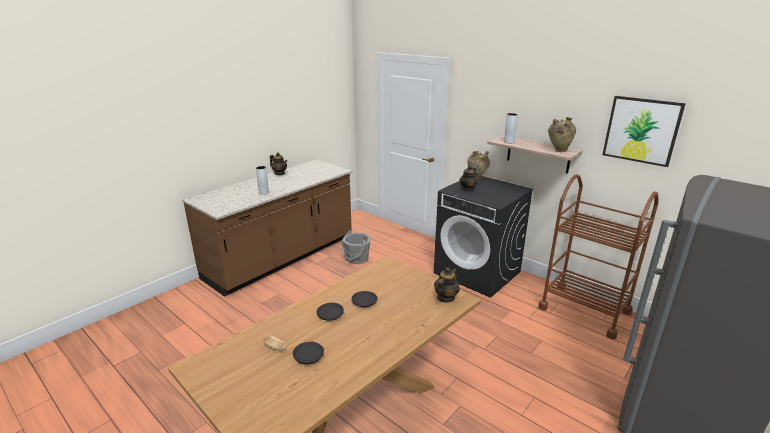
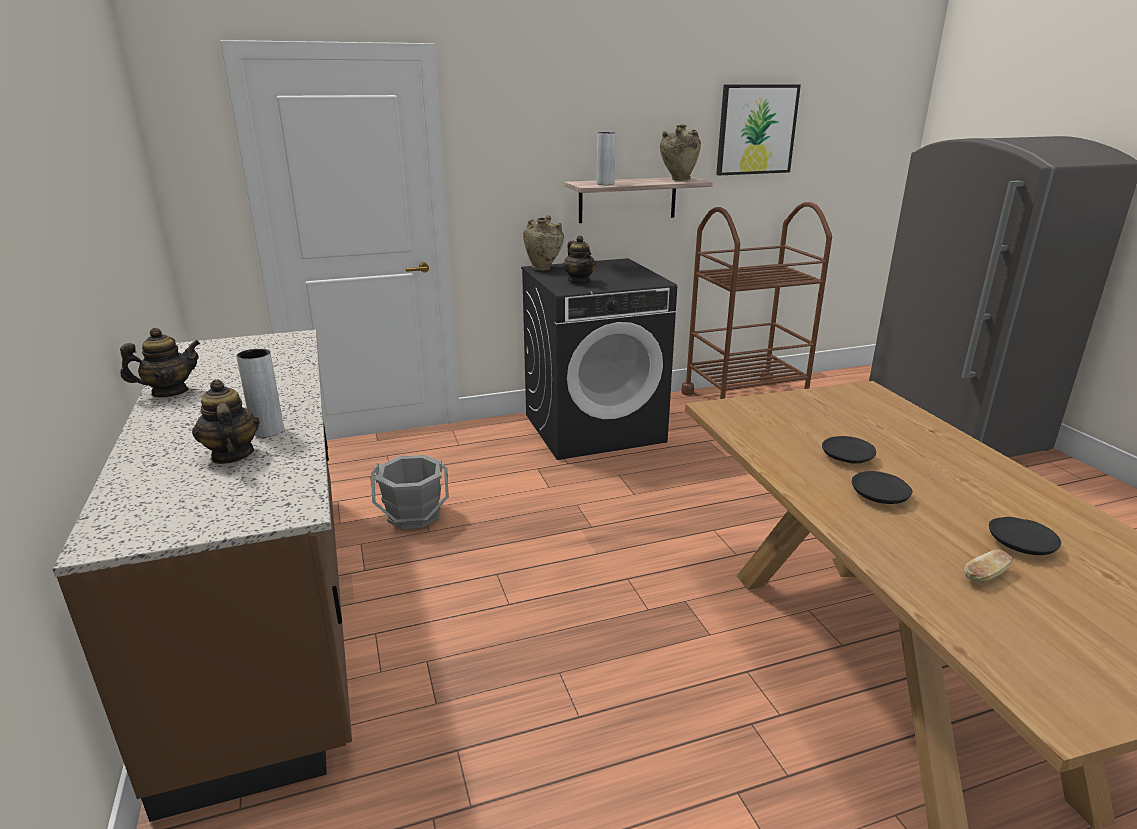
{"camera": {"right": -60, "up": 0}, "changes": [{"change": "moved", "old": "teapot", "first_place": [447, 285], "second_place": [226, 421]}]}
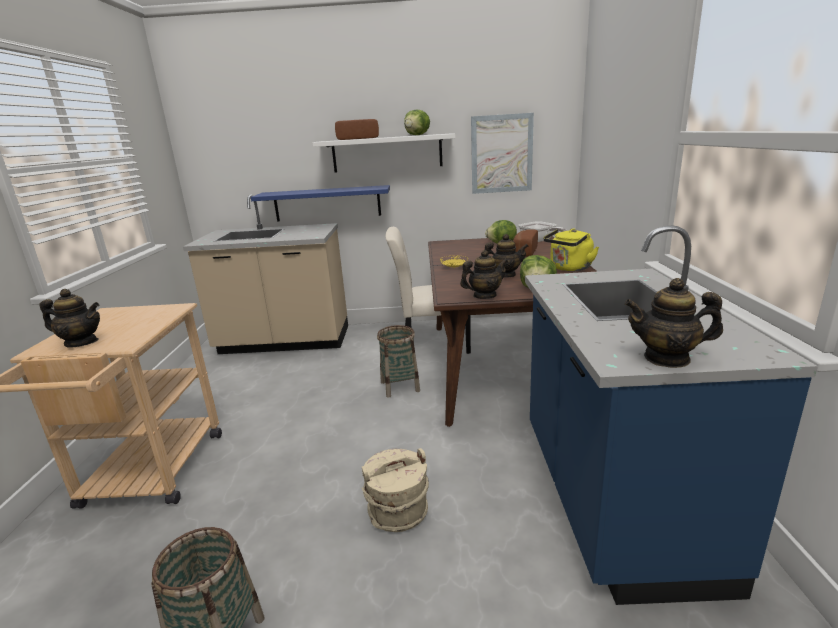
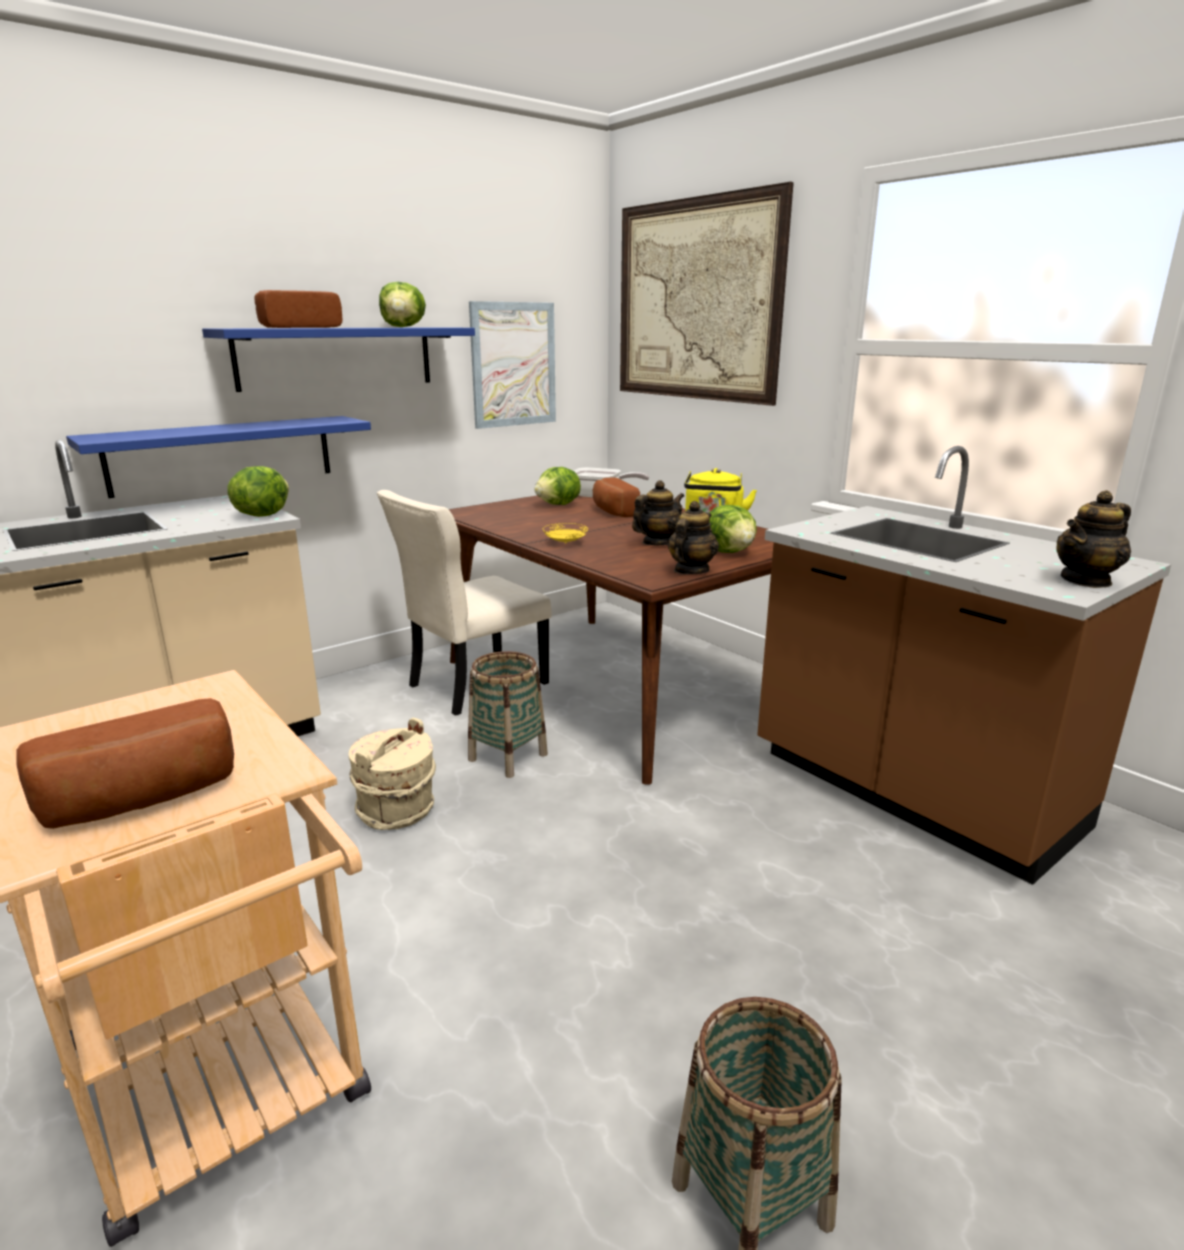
{"camera": {"right": -40, "up": 0}, "changes": [{"change": "replaced", "old": "teapot", "new": "bread", "first_place": [70, 318], "second_place": [125, 763]}, {"change": "recoloured", "old": "whitish wall shelf", "new": "blue-coloured wall shelf", "first_place": [384, 152], "second_place": [338, 359]}, {"change": "added", "new": "lettuce head", "second_place": [258, 491]}, {"change": "moved", "old": "beige-coloured water bucket", "first_place": [395, 490], "second_place": [392, 773]}, {"change": "added", "new": "wall picture", "second_place": [707, 294]}, {"change": "recoloured", "old": "blue-coloured counter", "new": "brown counter", "first_place": [671, 415], "second_place": [964, 665]}]}
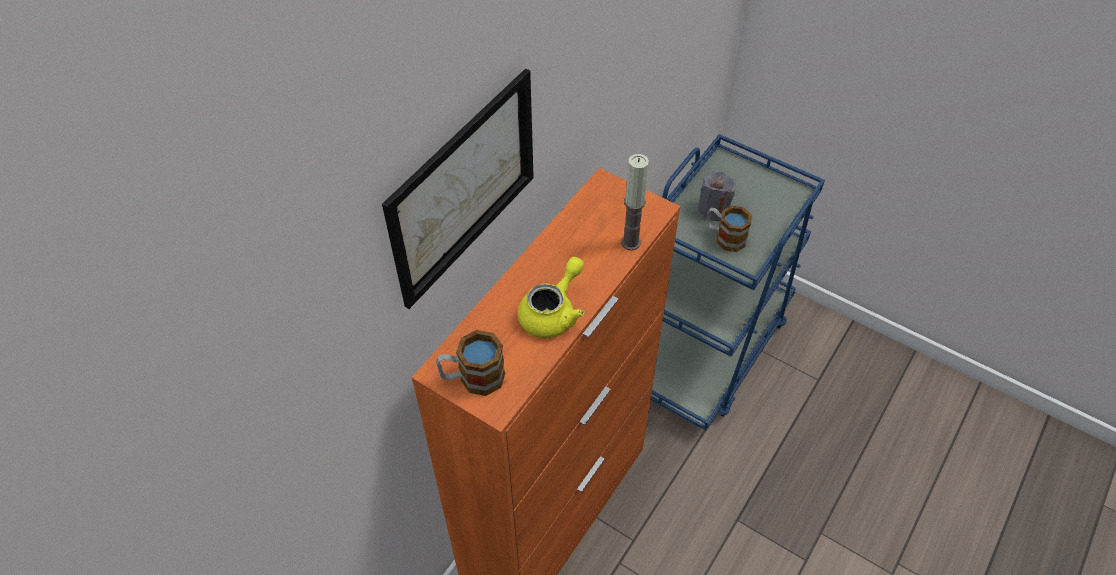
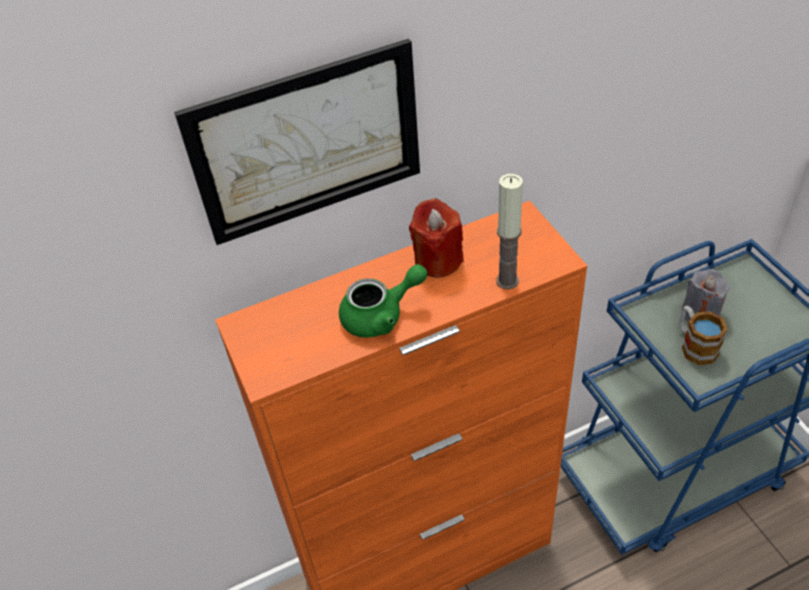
{"camera": {"right": 35, "up": -5}, "changes": [{"change": "recoloured", "old": "yellowish teapot", "new": "greenish teapot", "first_place": [551, 297], "second_place": [383, 301]}, {"change": "added", "new": "red candle", "second_place": [436, 238]}, {"change": "removed", "old": "mug", "first_place": [470, 363]}]}
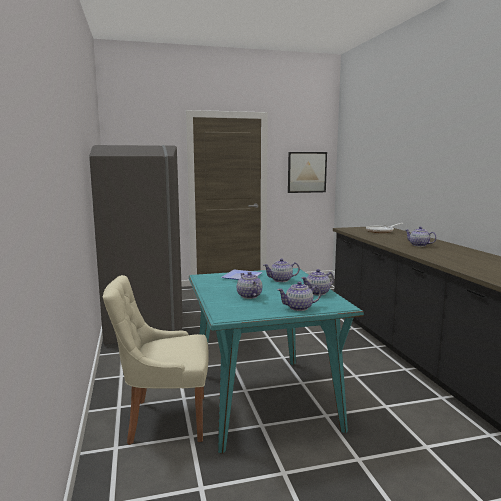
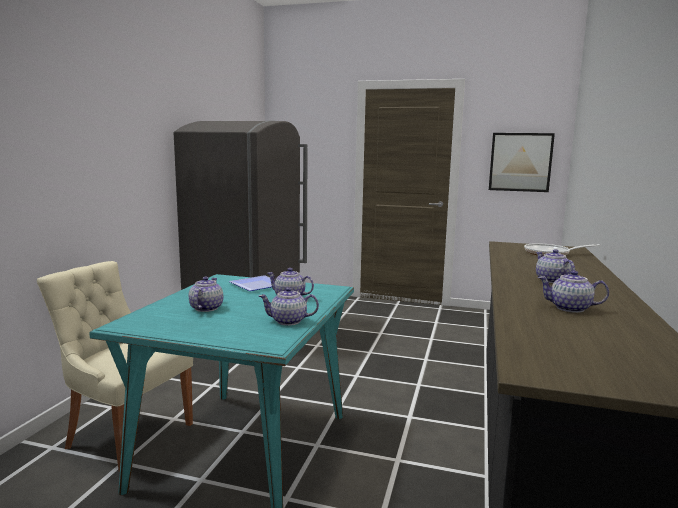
{"camera": {"right": 30, "up": 0}, "changes": [{"change": "moved", "old": "teapot", "first_place": [299, 296], "second_place": [573, 292]}]}
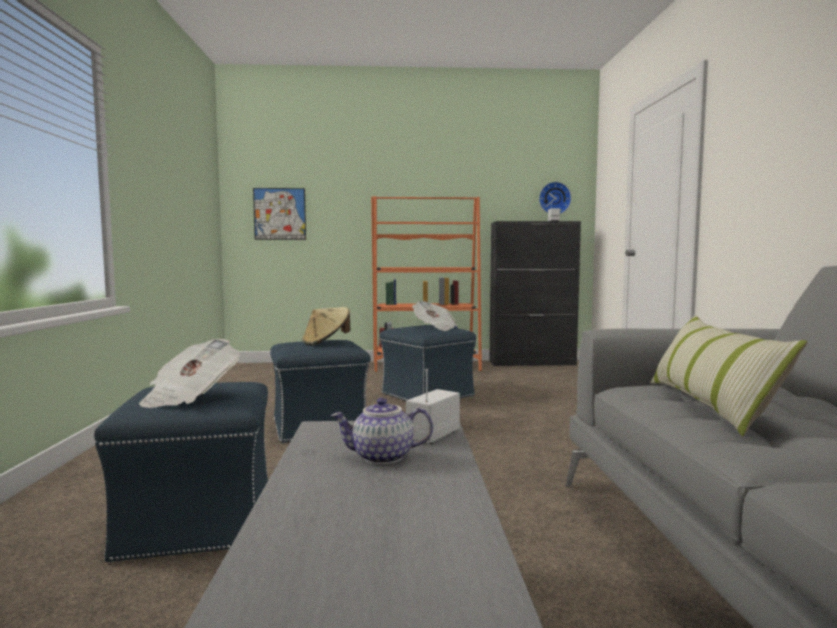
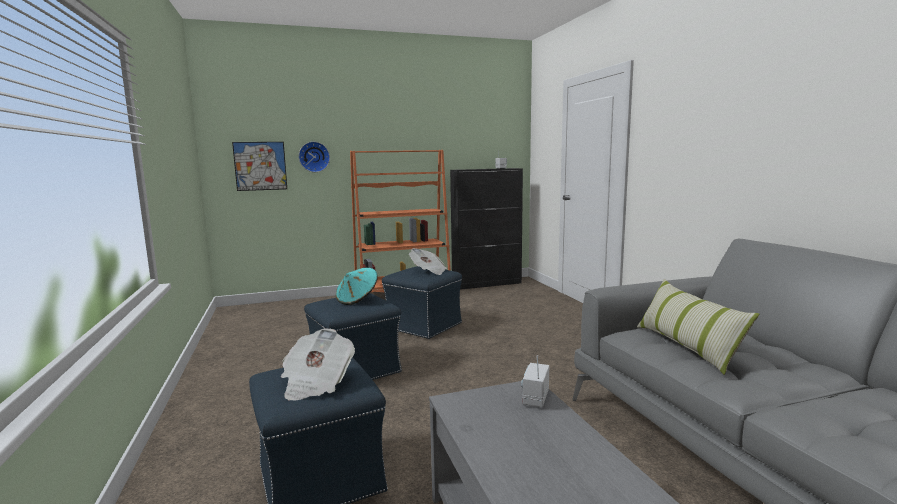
{"camera": {"right": -15, "up": 5}, "changes": [{"change": "moved", "old": "hanging clock", "first_place": [555, 198], "second_place": [314, 156]}, {"change": "recoloured", "old": "beige-coloured hat", "new": "turquoise-coloured hat", "first_place": [326, 326], "second_place": [357, 286]}, {"change": "removed", "old": "teapot", "first_place": [382, 431]}]}
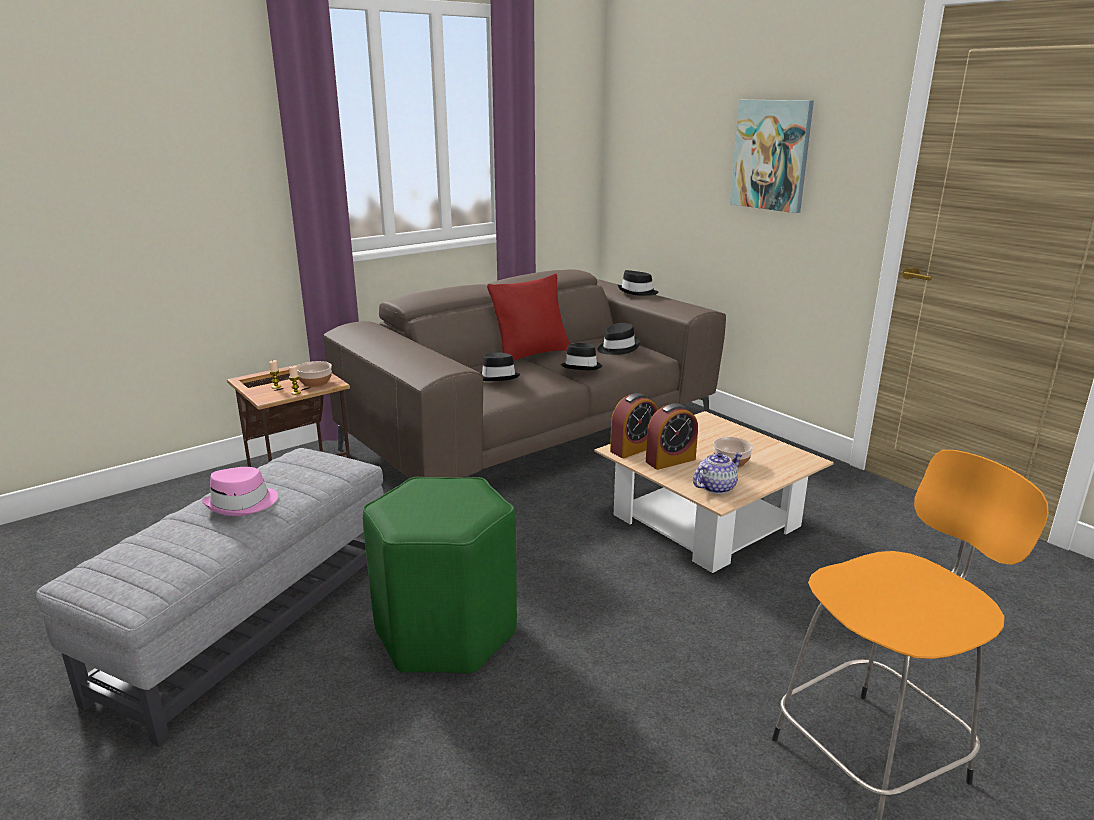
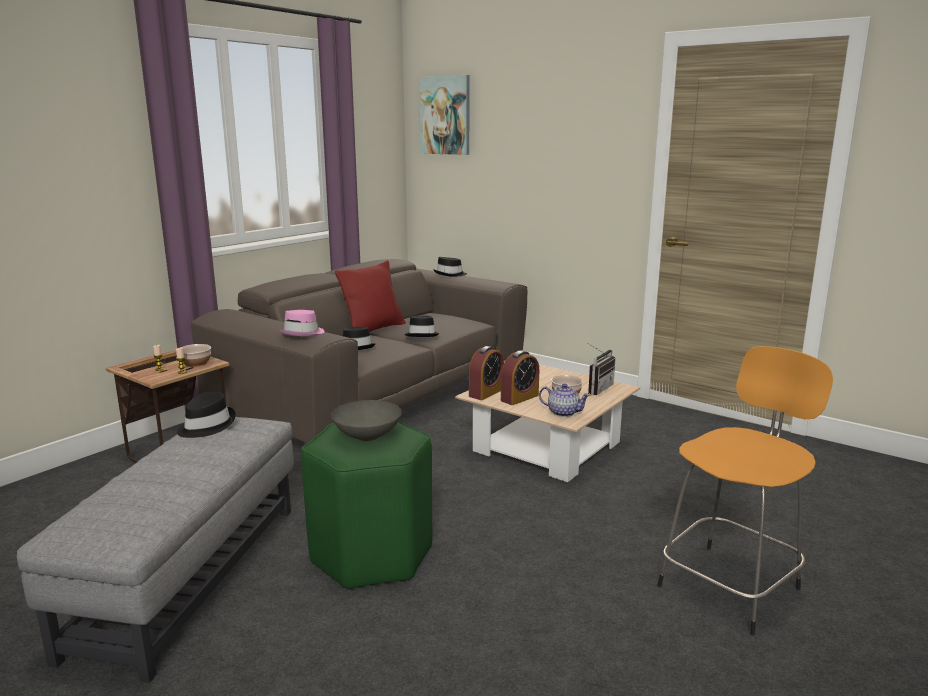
{"camera": {"right": -15, "up": -5}, "changes": [{"change": "moved", "old": "black hat", "first_place": [618, 339], "second_place": [206, 415]}, {"change": "moved", "old": "pinkish hat", "first_place": [240, 491], "second_place": [302, 323]}, {"change": "added", "new": "greyish serving bowl", "second_place": [366, 421]}, {"change": "moved", "old": "wall picture", "first_place": [772, 156], "second_place": [444, 115]}, {"change": "turned", "old": "teapot", "first_place": [718, 473], "second_place": [564, 400], "degrees": 75}, {"change": "added", "new": "radio", "second_place": [602, 369]}]}
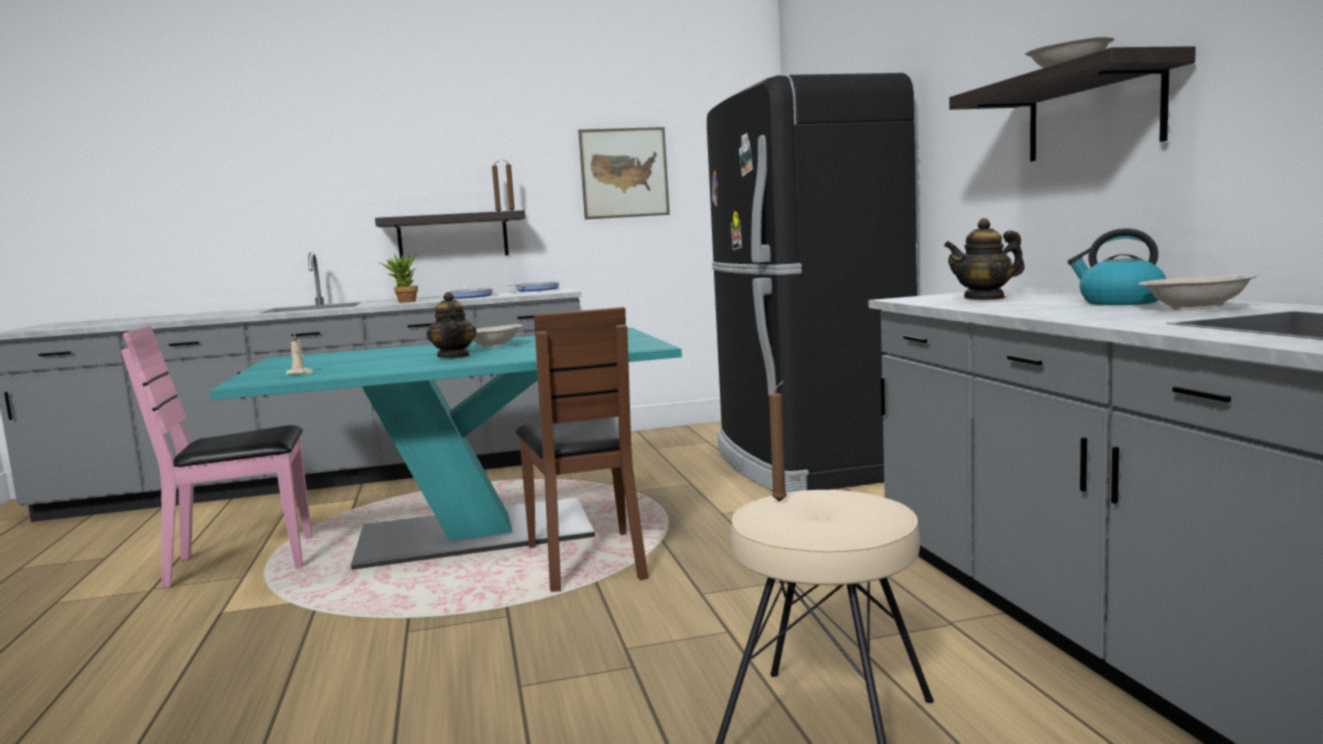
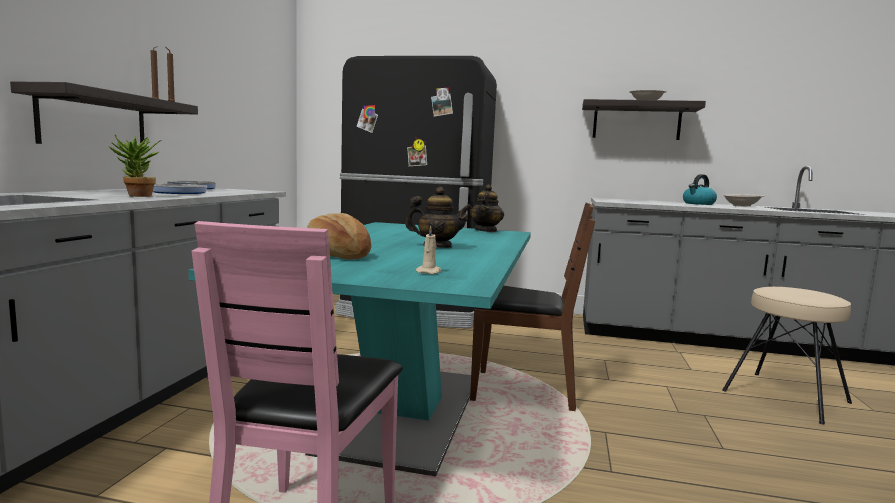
{"camera": {"right": -65, "up": 0}, "changes": [{"change": "added", "new": "bread", "second_place": [339, 236]}, {"change": "moved", "old": "teapot", "first_place": [984, 259], "second_place": [487, 208]}, {"change": "removed", "old": "beige-coloured serving bowl", "first_place": [498, 335]}, {"change": "removed", "old": "wall picture", "first_place": [624, 173]}, {"change": "removed", "old": "brown candle", "first_place": [778, 441]}]}
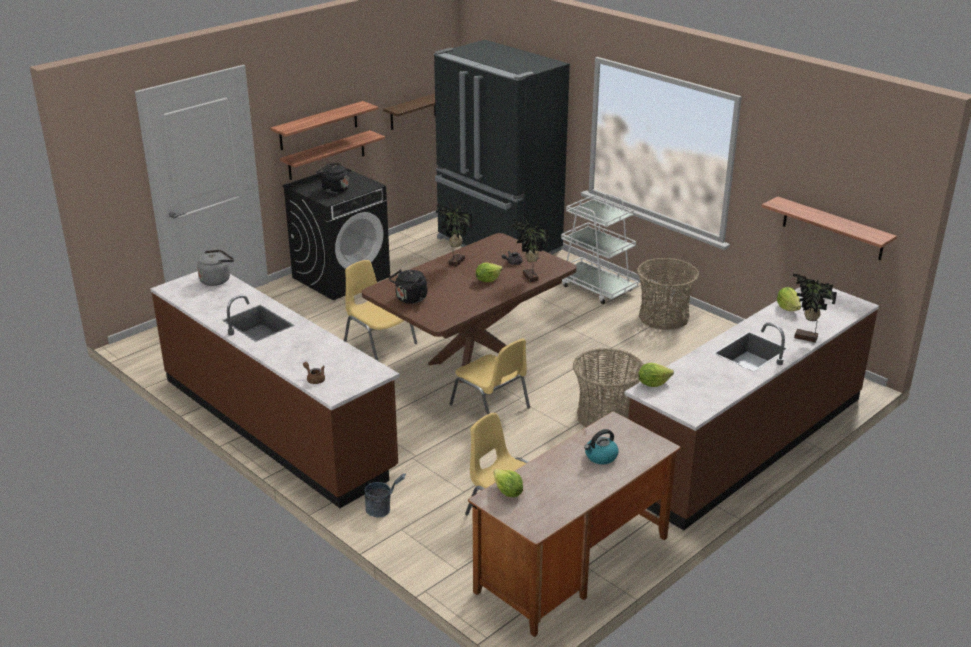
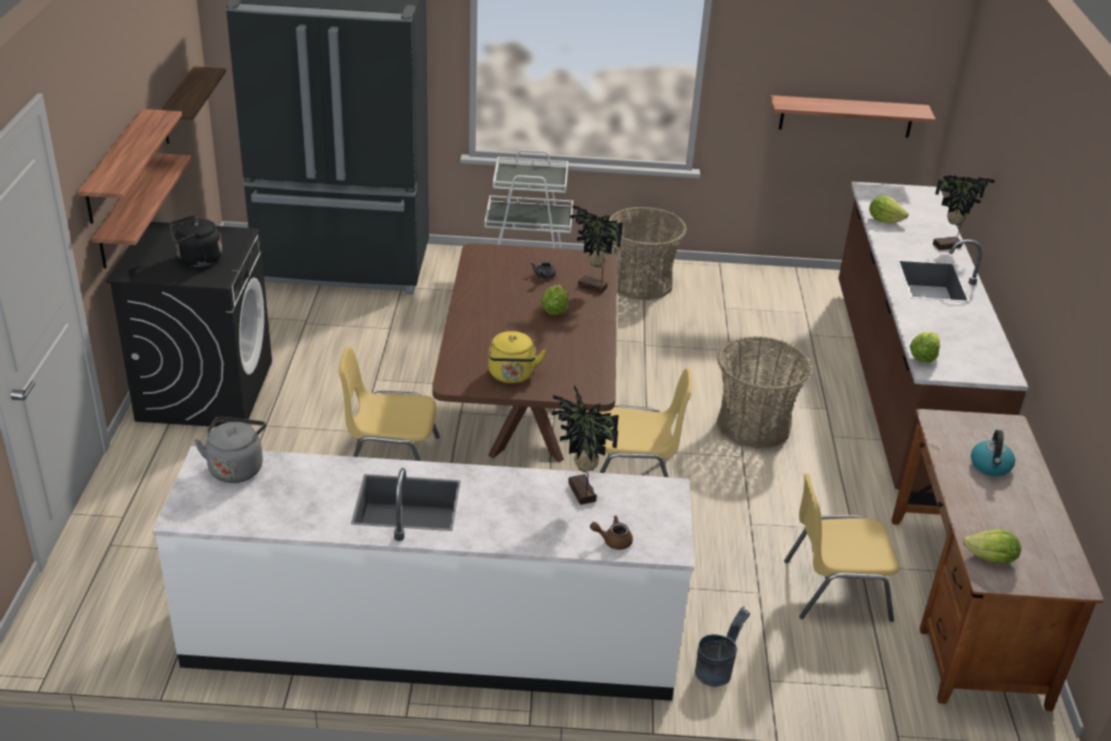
{"camera": {"right": -45, "up": 5}, "changes": [{"change": "recoloured", "old": "brown counter", "new": "whitish counter", "first_place": [275, 389], "second_place": [423, 573]}, {"change": "recoloured", "old": "black tea kettle", "new": "yellowish tea kettle", "first_place": [408, 286], "second_place": [517, 357]}, {"change": "moved", "old": "houseplant", "first_place": [454, 233], "second_place": [585, 445]}]}
